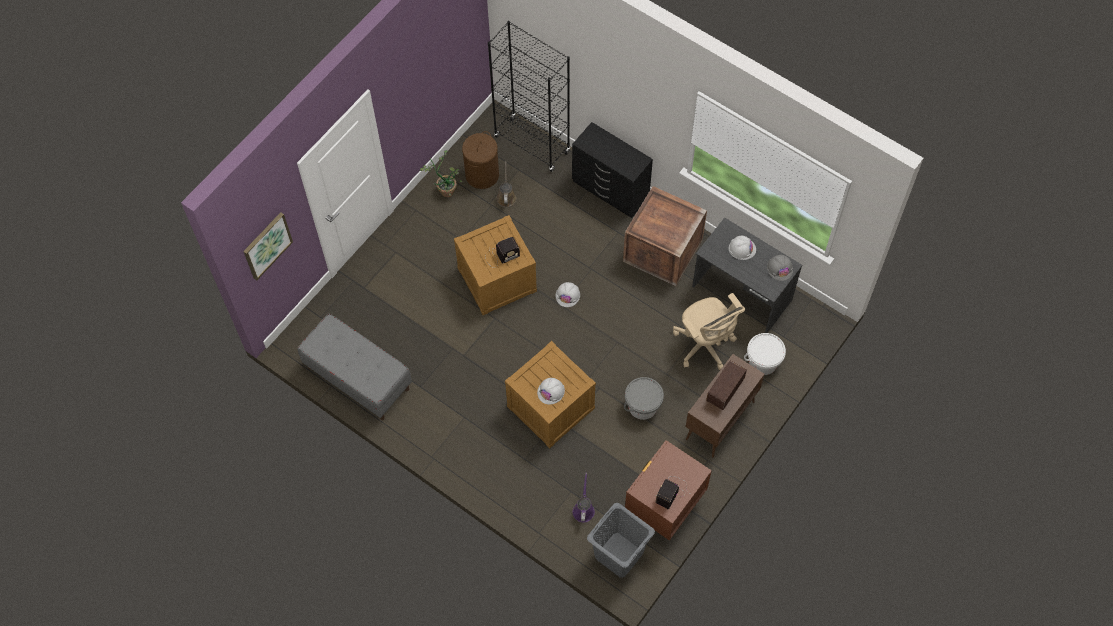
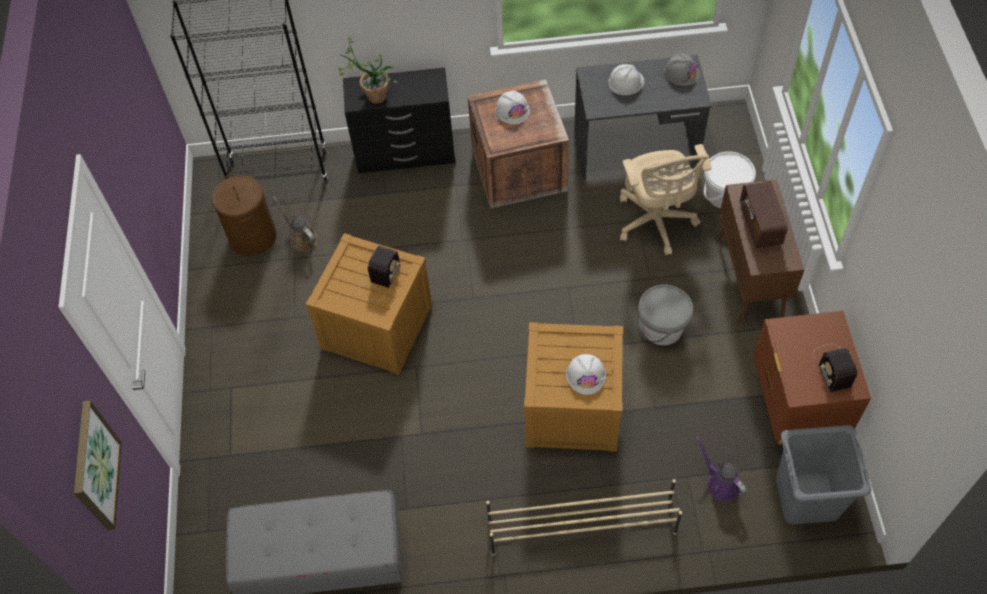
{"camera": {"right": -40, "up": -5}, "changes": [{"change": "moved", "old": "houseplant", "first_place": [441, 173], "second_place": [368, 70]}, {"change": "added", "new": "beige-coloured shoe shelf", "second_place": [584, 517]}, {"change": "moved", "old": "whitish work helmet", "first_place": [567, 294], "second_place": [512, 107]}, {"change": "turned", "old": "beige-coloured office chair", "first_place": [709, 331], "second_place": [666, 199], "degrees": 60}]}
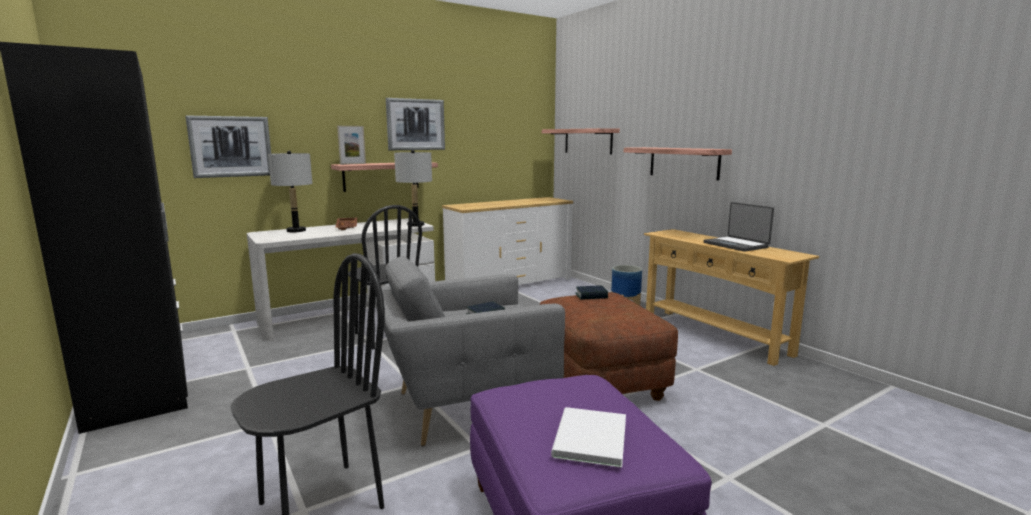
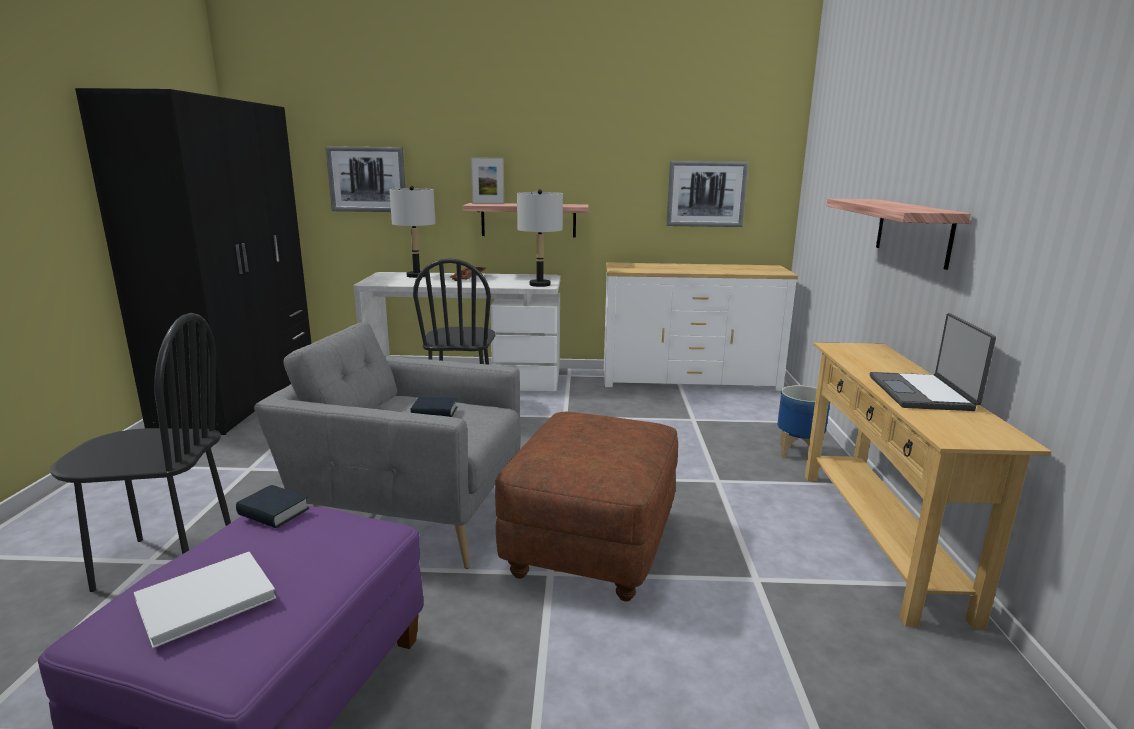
{"camera": {"right": 35, "up": 5}, "changes": [{"change": "moved", "old": "book", "first_place": [592, 292], "second_place": [272, 506]}, {"change": "moved", "old": "wall picture", "first_place": [415, 124], "second_place": [707, 194]}, {"change": "removed", "old": "wall shelf", "first_place": [581, 141]}]}
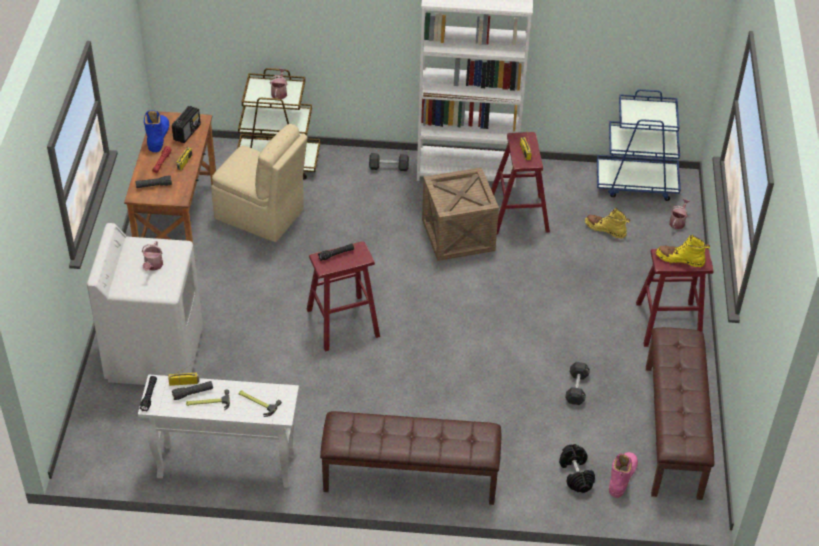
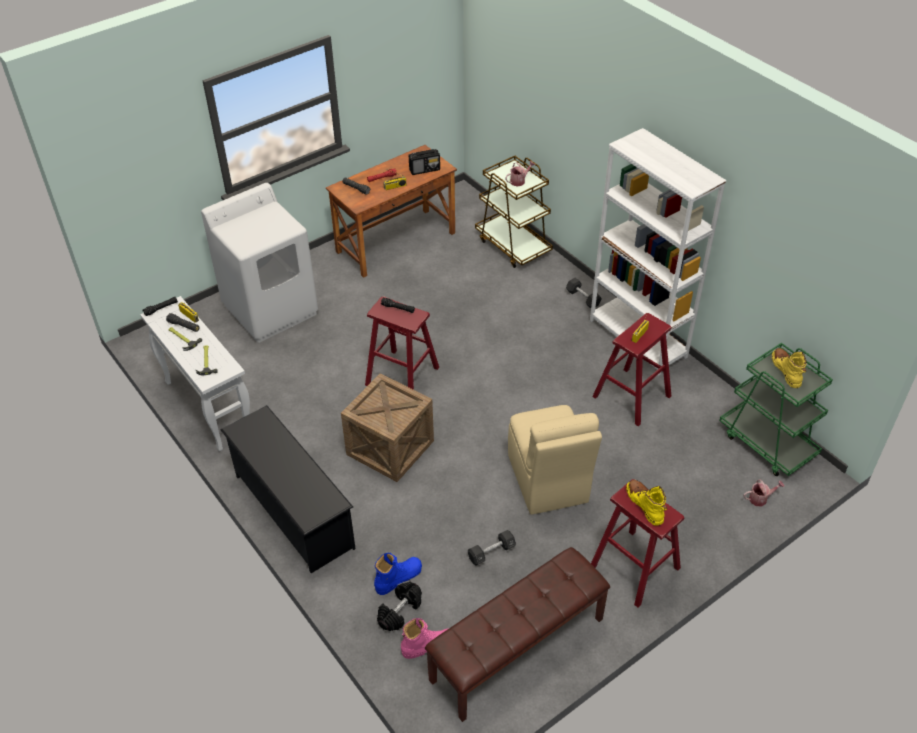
{"camera": {"right": 50, "up": 0}, "changes": [{"change": "replaced", "old": "brown bench", "new": "black shoe shelf", "first_place": [410, 458], "second_place": [288, 489]}, {"change": "moved", "old": "packing crate", "first_place": [460, 214], "second_place": [387, 427]}, {"change": "moved", "old": "blue-coloured boot", "first_place": [156, 131], "second_place": [398, 574]}, {"change": "moved", "old": "beige-coloured plain chair", "first_place": [259, 183], "second_place": [555, 460]}, {"change": "recoloured", "old": "blue-coloured trolley", "new": "greenish trolley", "first_place": [639, 145], "second_place": [776, 409]}, {"change": "moved", "old": "yellowish boot", "first_place": [607, 223], "second_place": [789, 368]}, {"change": "removed", "old": "watering pot", "first_place": [152, 256]}]}
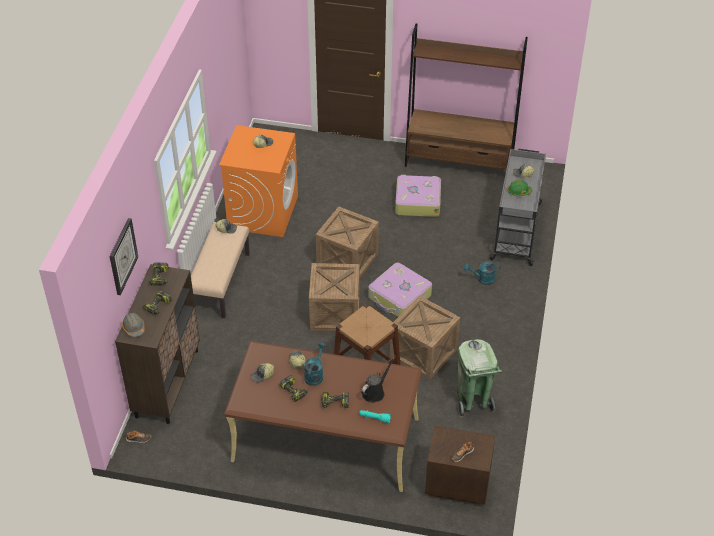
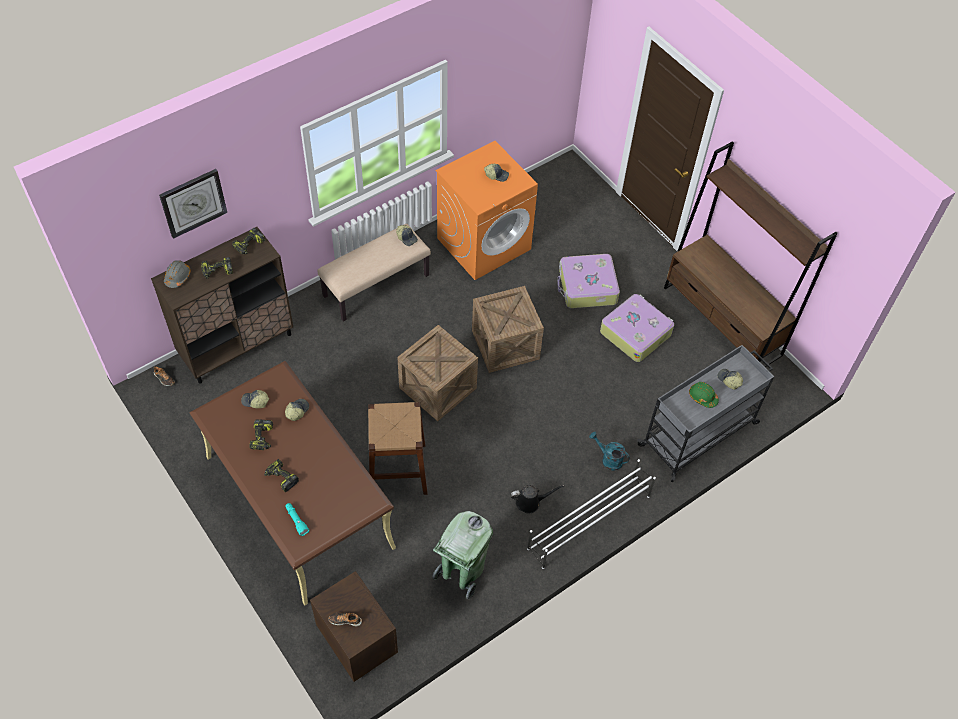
{"camera": {"right": 40, "up": 10}, "changes": [{"change": "moved", "old": "black watering pot", "first_place": [378, 380], "second_place": [538, 499]}, {"change": "added", "new": "whitish shoe shelf", "second_place": [591, 514]}, {"change": "moved", "old": "travel case", "first_place": [400, 290], "second_place": [588, 281]}, {"change": "removed", "old": "turquoise-coloured watering pot", "first_place": [315, 364]}, {"change": "removed", "old": "packing crate", "first_place": [425, 337]}]}
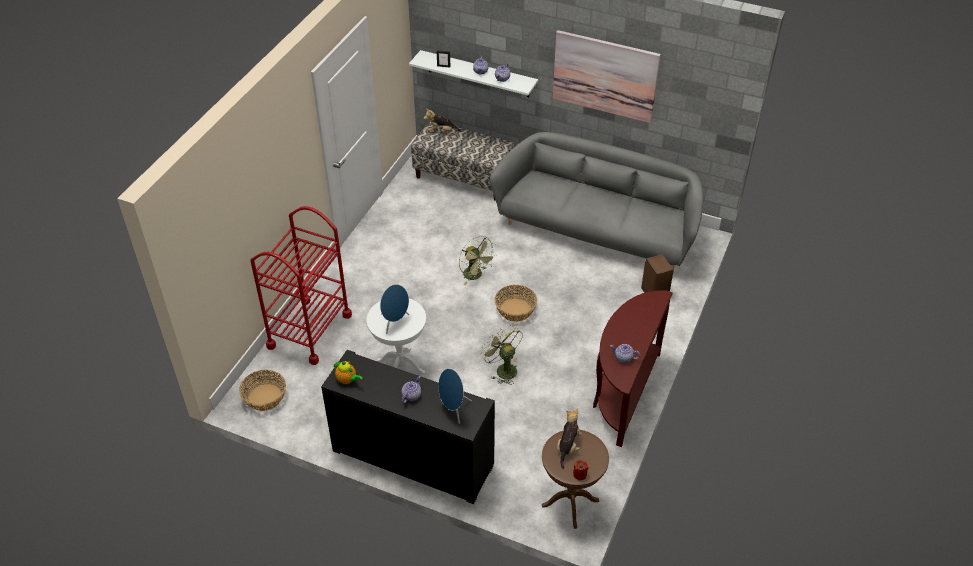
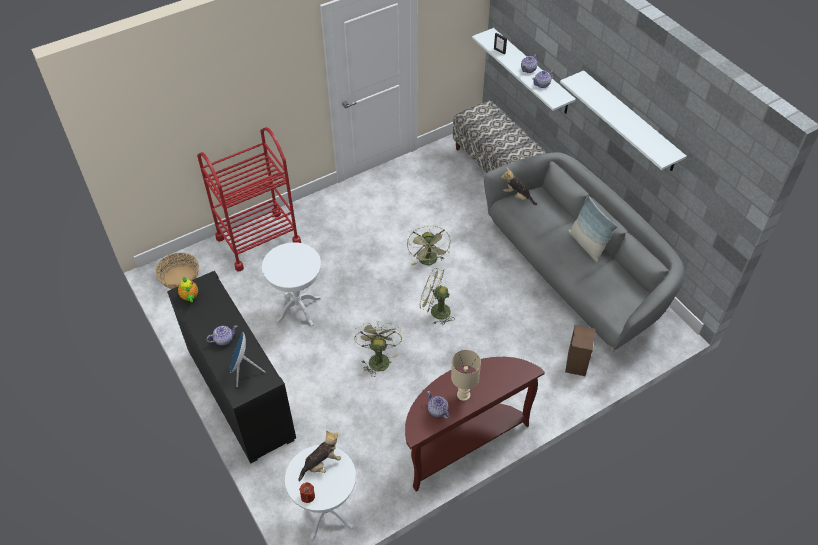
{"camera": {"right": 35, "up": 5}, "changes": [{"change": "recoloured", "old": "brown accent table", "new": "whitish accent table", "first_place": [575, 479], "second_place": [320, 493]}, {"change": "replaced", "old": "basket", "new": "greenish electric fan", "first_place": [516, 303], "second_place": [437, 296]}, {"change": "added", "new": "beige-coloured tabletop lamp", "second_place": [466, 375]}, {"change": "moved", "old": "plush toy", "first_place": [442, 120], "second_place": [519, 186]}, {"change": "replaced", "old": "wall picture", "new": "whitish wall shelf", "first_place": [607, 76], "second_place": [623, 120]}, {"change": "added", "new": "cushion", "second_place": [593, 229]}, {"change": "removed", "old": "blue-coloured speaker", "first_place": [394, 309]}]}
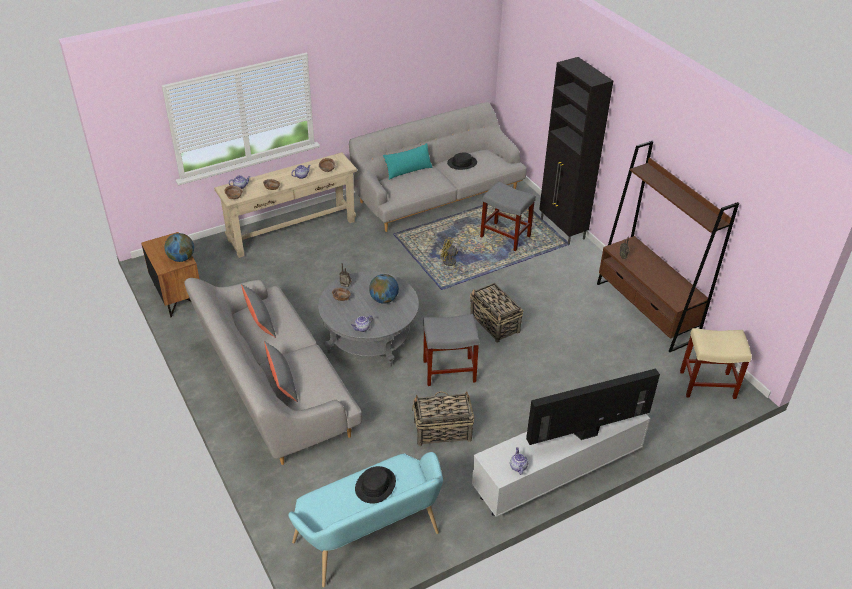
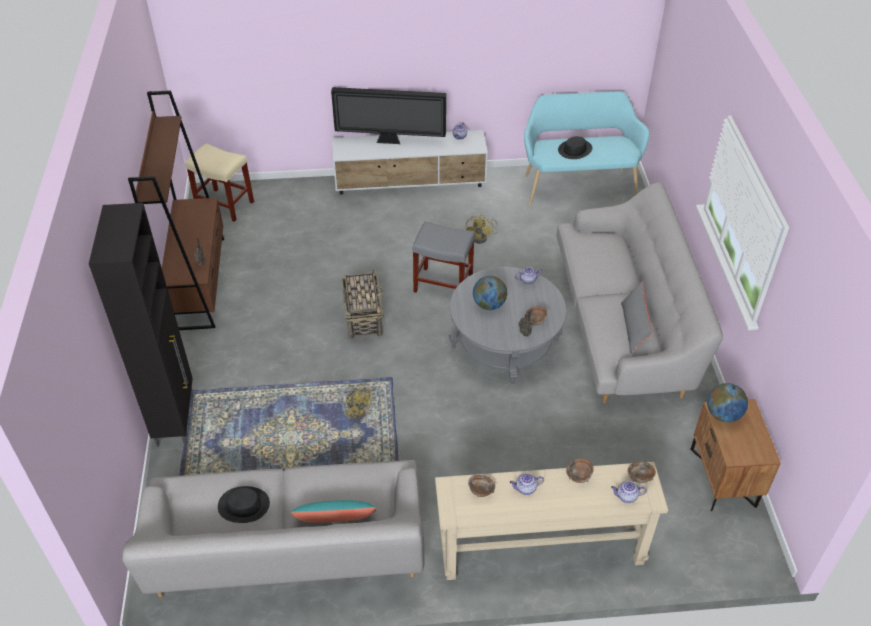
{"camera": {"right": -155, "up": 5}, "changes": [{"change": "replaced", "old": "basket", "new": "yellowish electric fan", "first_place": [443, 418], "second_place": [482, 229]}, {"change": "removed", "old": "greyish cushion", "first_place": [281, 371]}, {"change": "removed", "old": "greyish stool seat", "first_place": [508, 216]}]}
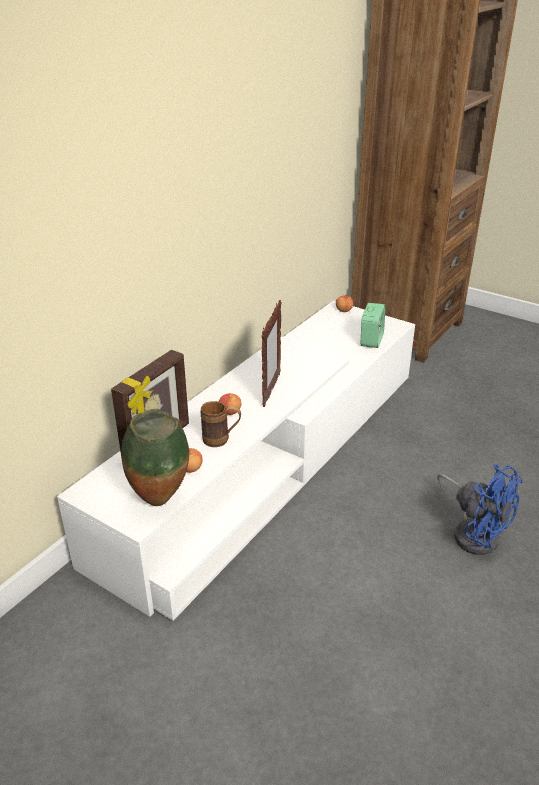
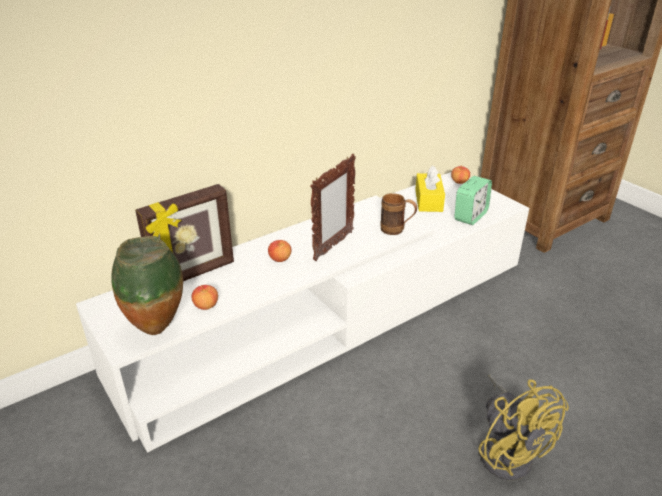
{"camera": {"right": 20, "up": 0}, "changes": [{"change": "moved", "old": "brown mug", "first_place": [221, 424], "second_place": [398, 214]}, {"change": "added", "new": "yellowish tissue box", "second_place": [430, 189]}, {"change": "recoloured", "old": "blue-coloured electric fan", "new": "yellowish electric fan", "first_place": [480, 509], "second_place": [523, 427]}]}
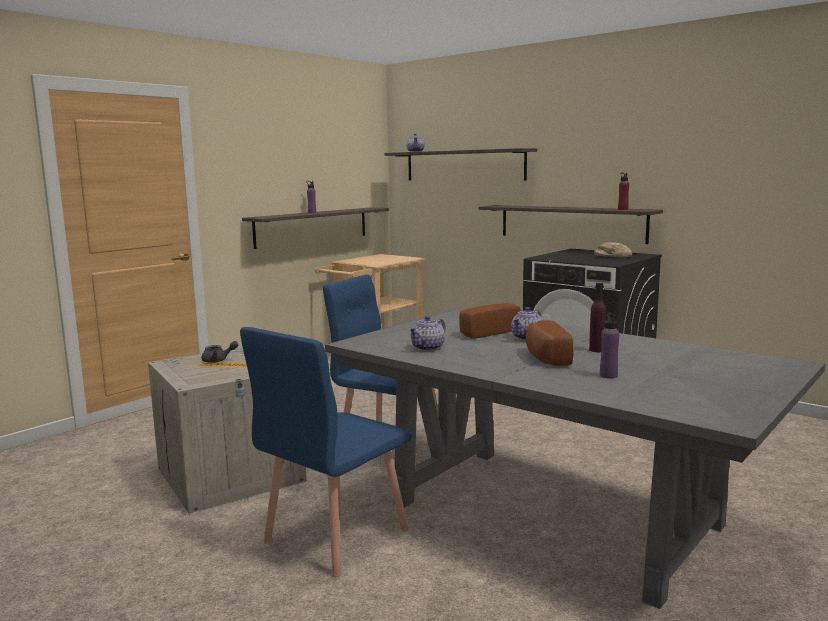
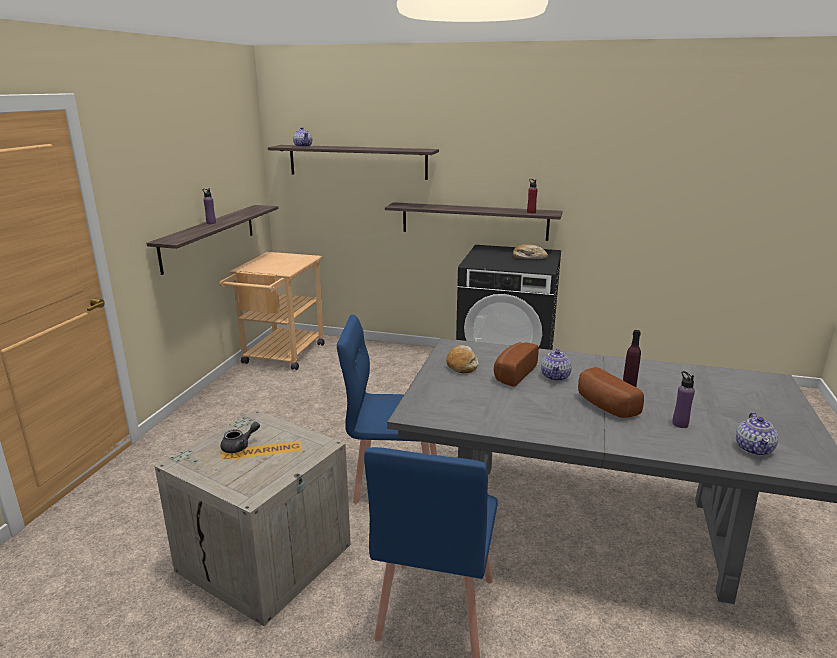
{"camera": {"right": -25, "up": 10}, "changes": [{"change": "added", "new": "bread", "second_place": [462, 359]}, {"change": "moved", "old": "teapot", "first_place": [427, 333], "second_place": [757, 434]}]}
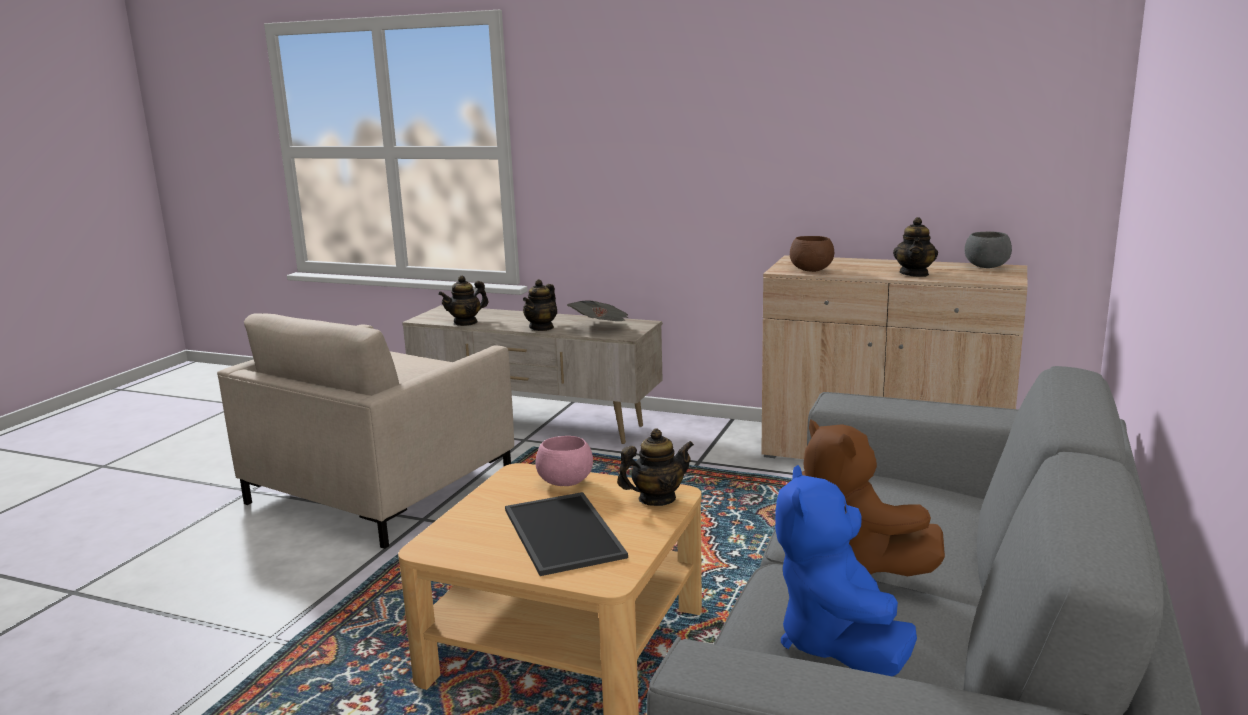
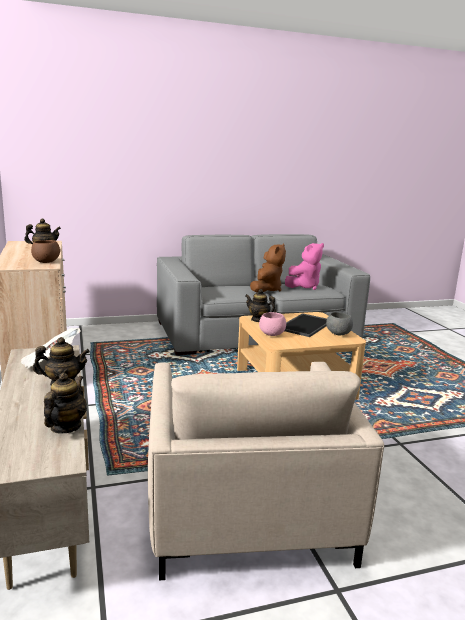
{"camera": {"right": -130, "up": 0}, "changes": [{"change": "turned", "old": "teapot", "first_place": [463, 300], "second_place": [65, 403], "degrees": -90}, {"change": "turned", "old": "beige-coloured lounge chair", "first_place": [365, 431], "second_place": [266, 471], "degrees": 90}, {"change": "recoloured", "old": "blue-coloured plush toy", "new": "pinkish plush toy", "first_place": [846, 571], "second_place": [304, 266]}, {"change": "moved", "old": "greyish serving bowl", "first_place": [988, 249], "second_place": [339, 323]}]}
